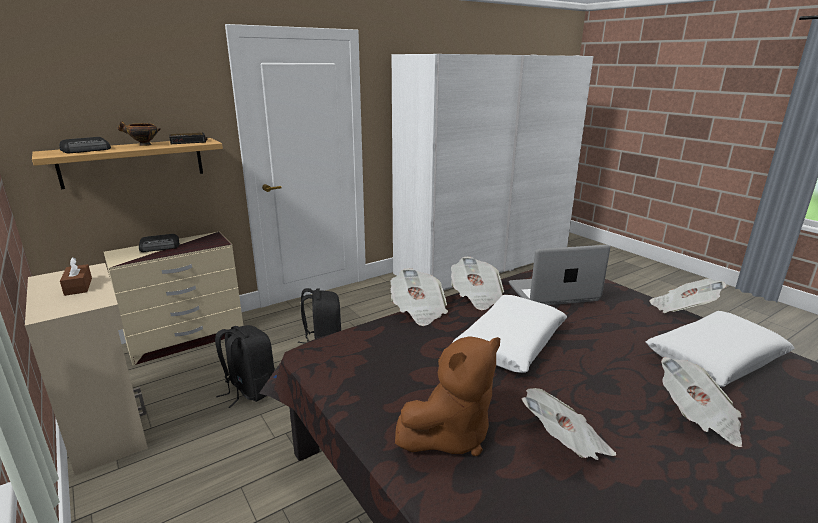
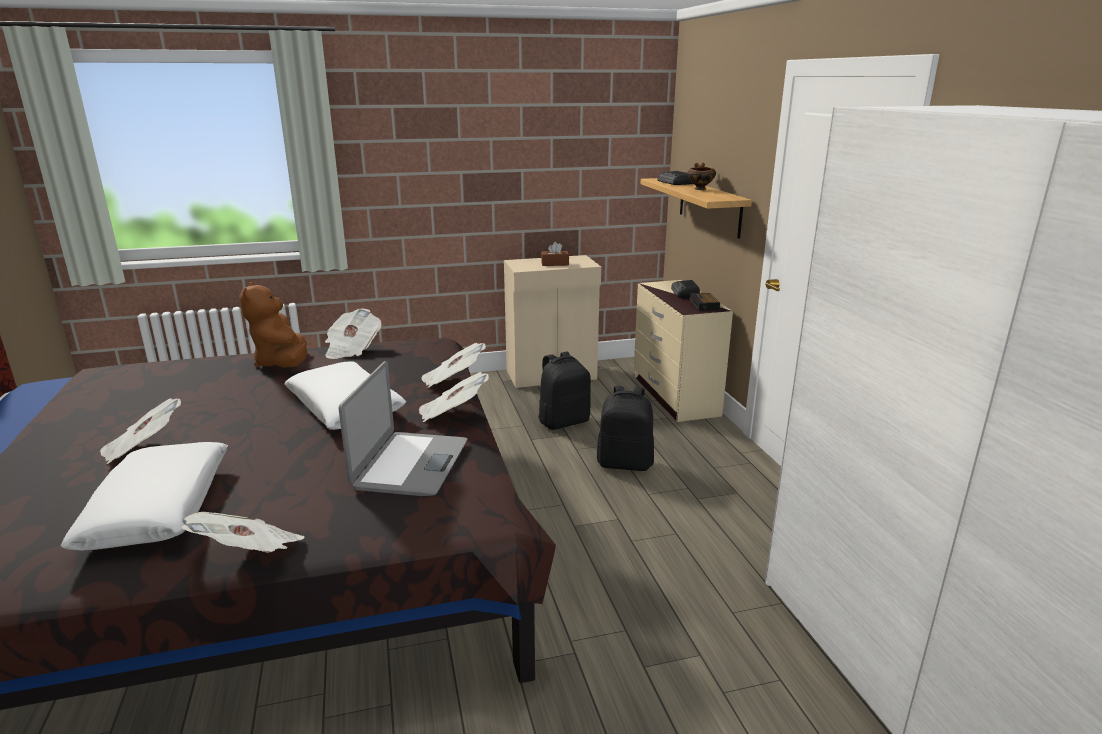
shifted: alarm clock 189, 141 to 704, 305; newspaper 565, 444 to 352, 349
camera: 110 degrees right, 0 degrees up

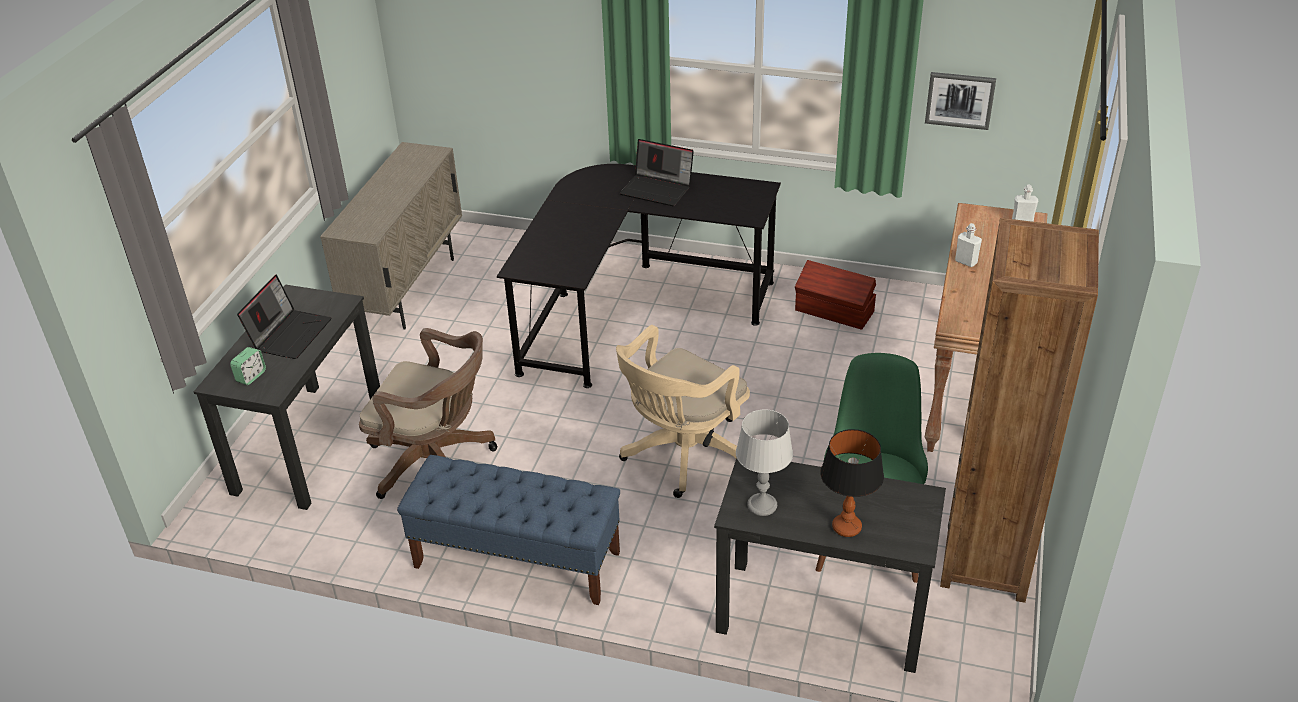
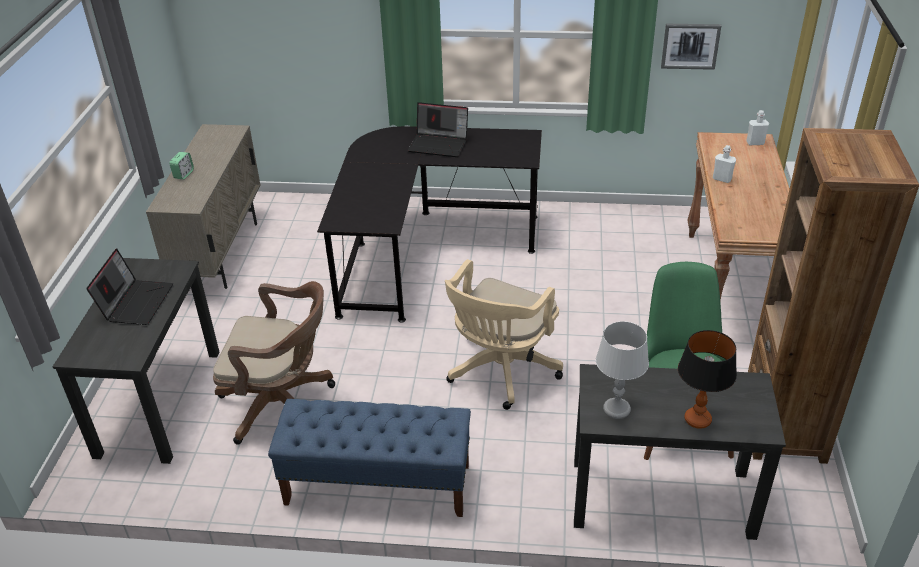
gone: brownish storage box 834, 312
shifted: alarm clock 251, 376 to 183, 174
camera: 10 degrees left, 0 degrees up

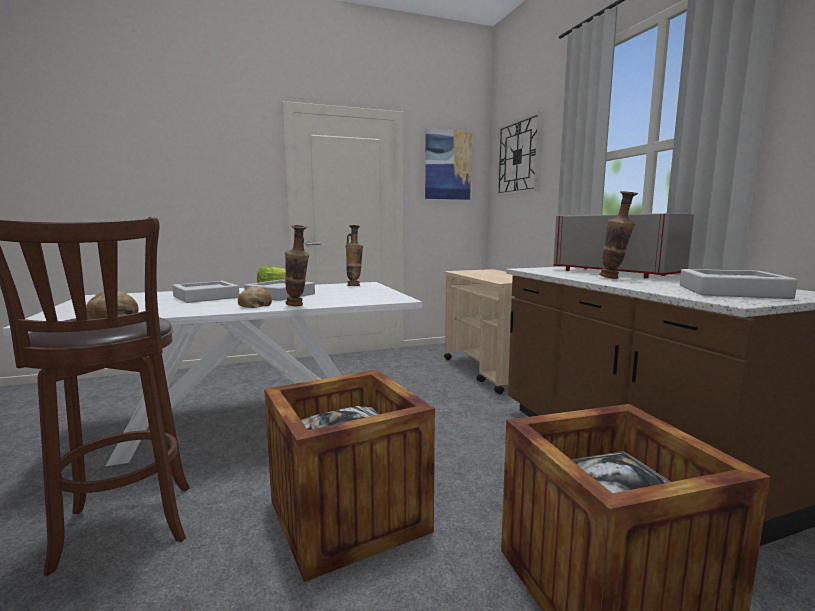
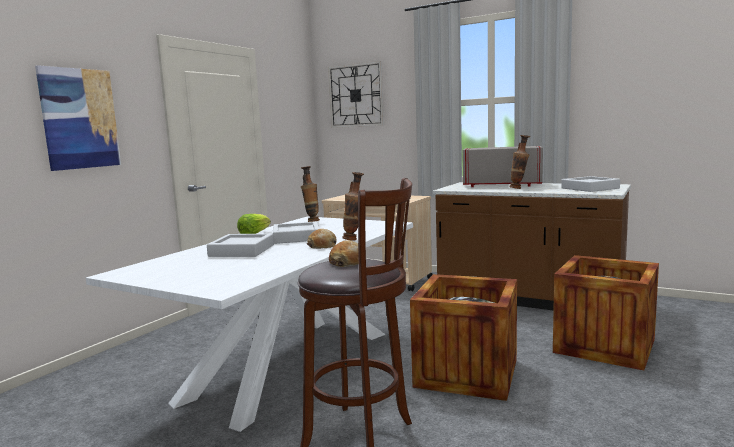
shifted: wall picture 448, 165 to 80, 118
camera: 40 degrees left, 0 degrees up

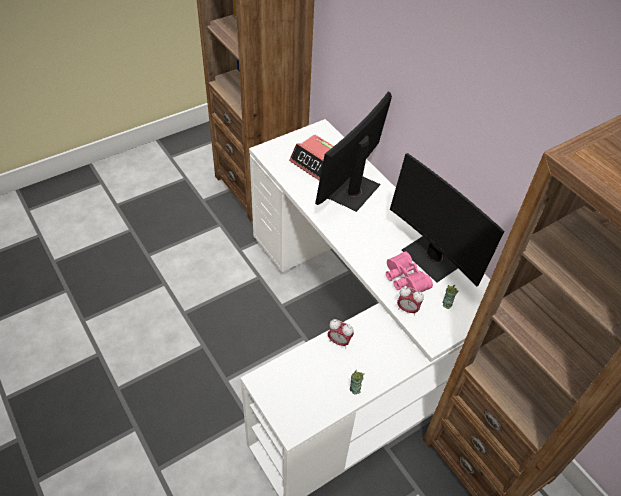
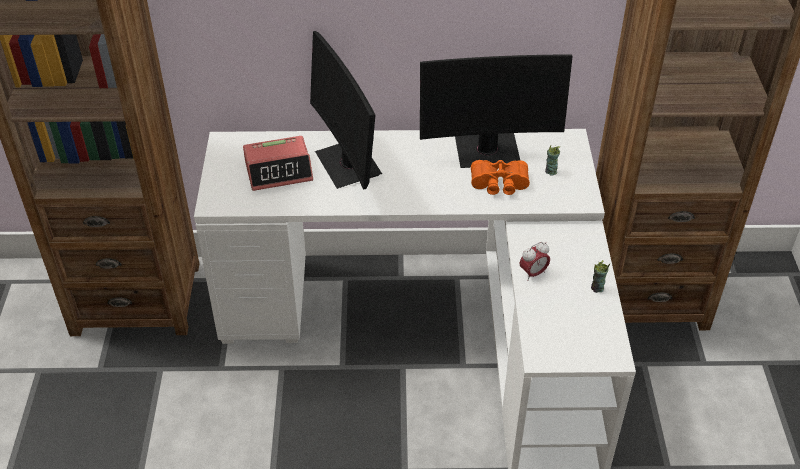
gone: alarm clock 407, 309
repainted: pink binoculars 404, 280 to orange-coloured binoculars 499, 185
camera: 55 degrees left, 5 degrees down

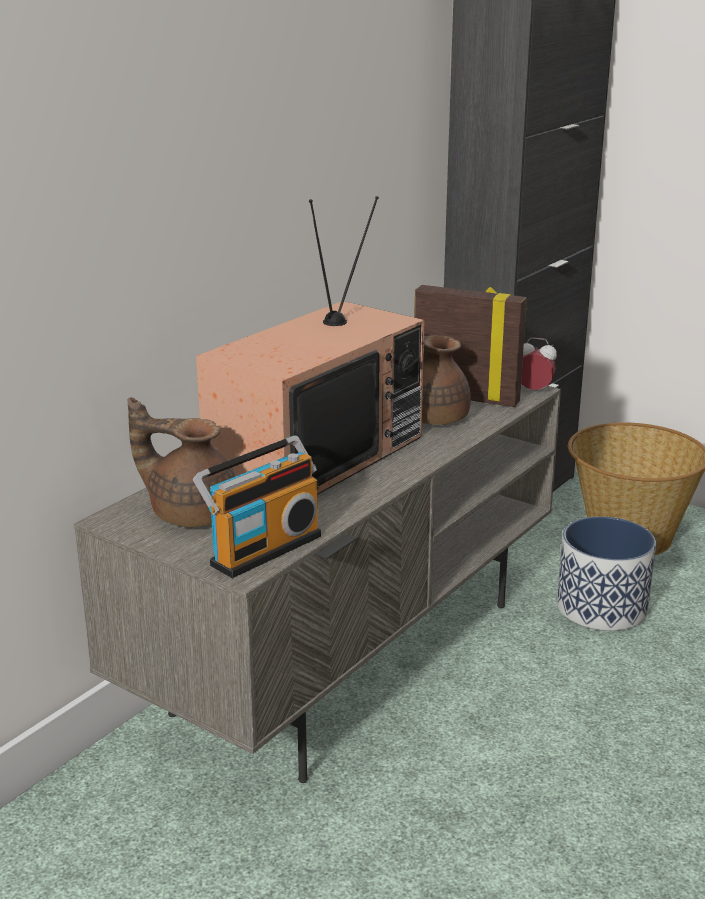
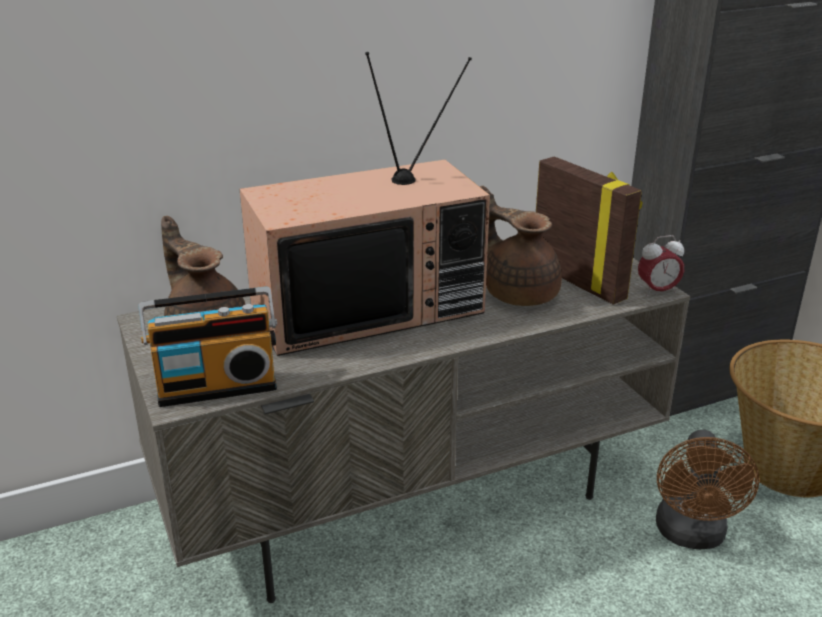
swapped: plant pot 601, 608 to brownish cooling fan 691, 535
rotated: alarm clock 534, 390 = 657, 291 120 degrees clockwise
camera: 30 degrees right, 5 degrees up

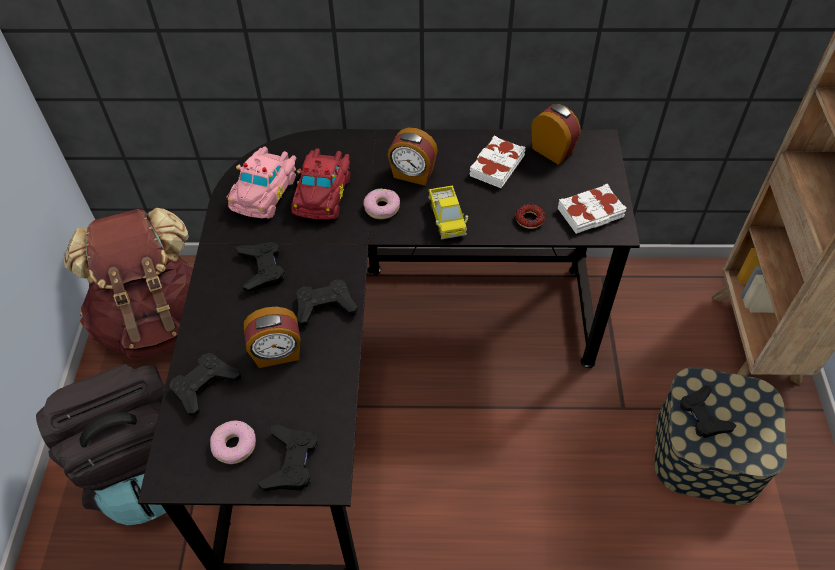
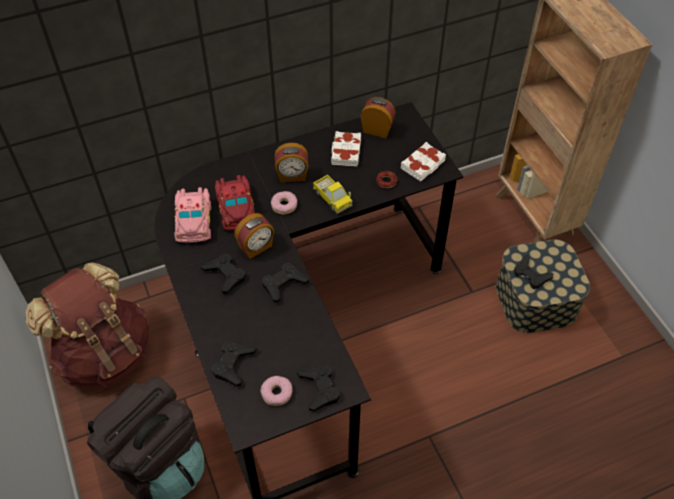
shifted: alarm clock 277, 354 to 256, 247
camera: 25 degrees left, 0 degrees up

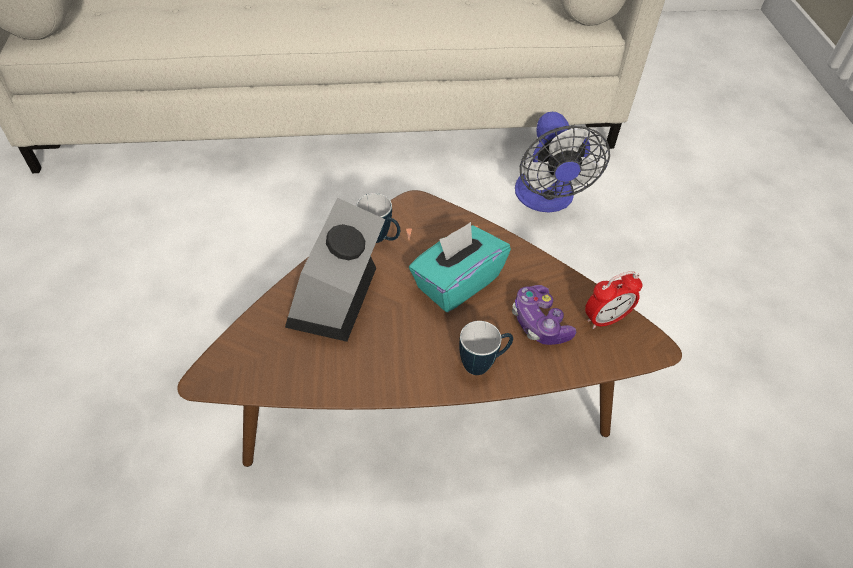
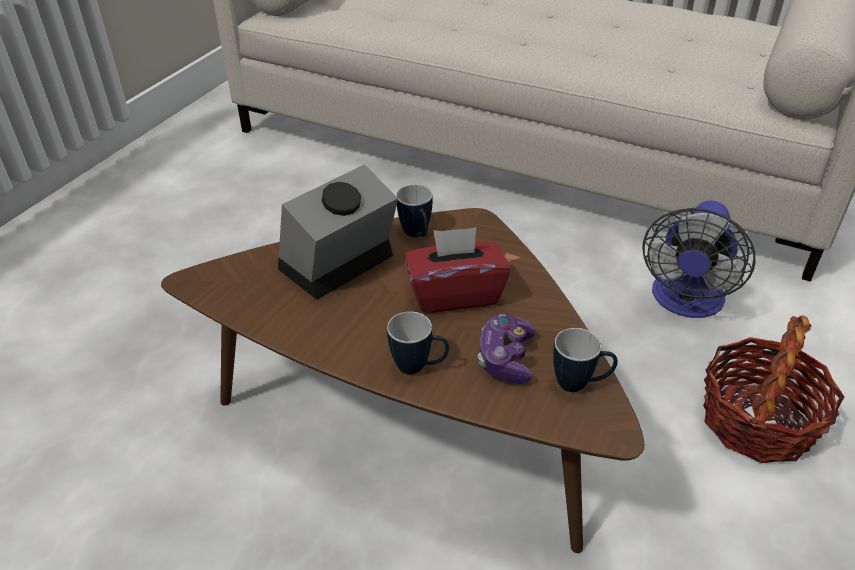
new: storage basket 757, 422
swapped: alarm clock 605, 319 to mug 580, 384
repainted: blue-green box of tissues 456, 283 to red-coloured box of tissues 455, 294
camera: 35 degrees right, 10 degrees down

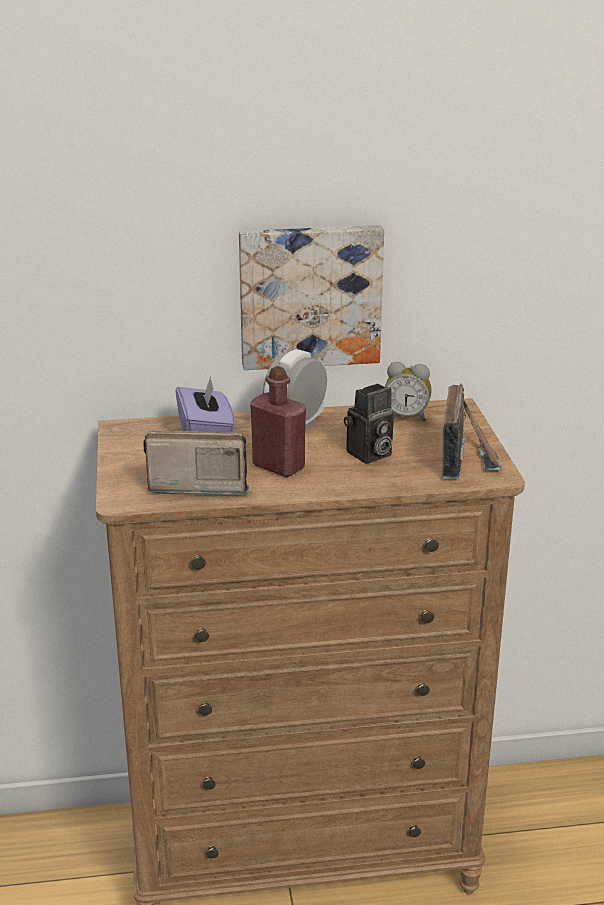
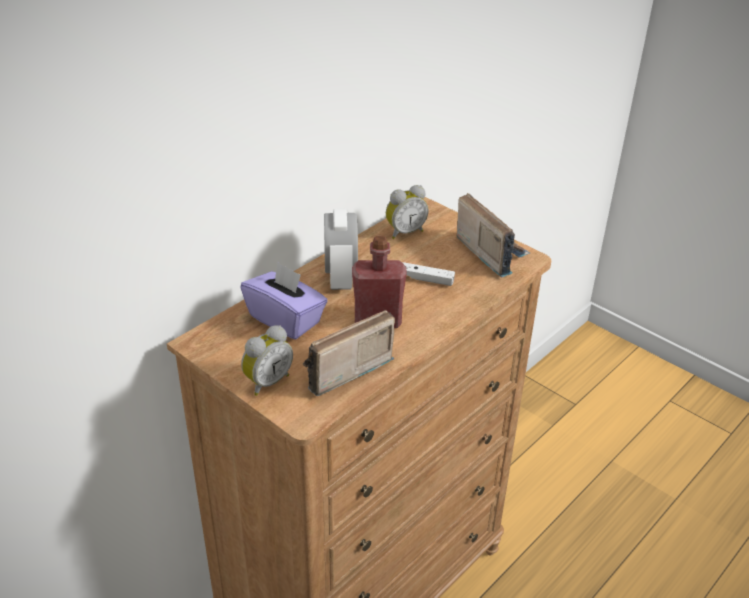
gone: wall picture 310, 295
new: alarm clock 267, 381
swapped: photo camera 369, 455 to white game controller 425, 279
camera: 40 degrees left, 10 degrees up

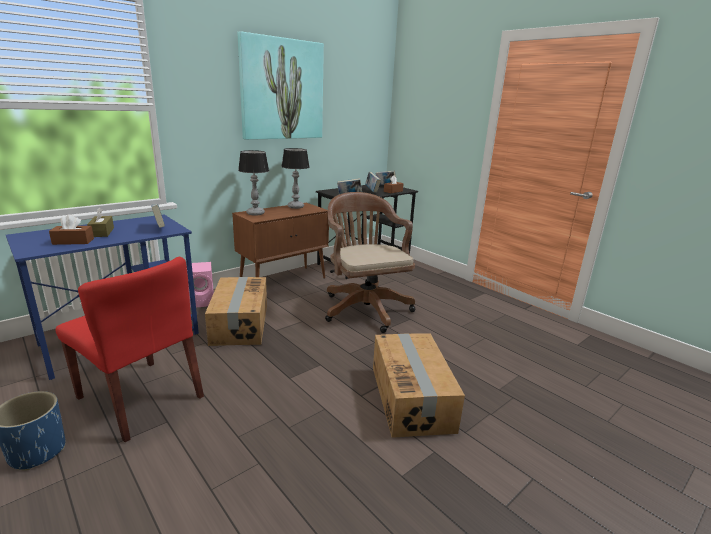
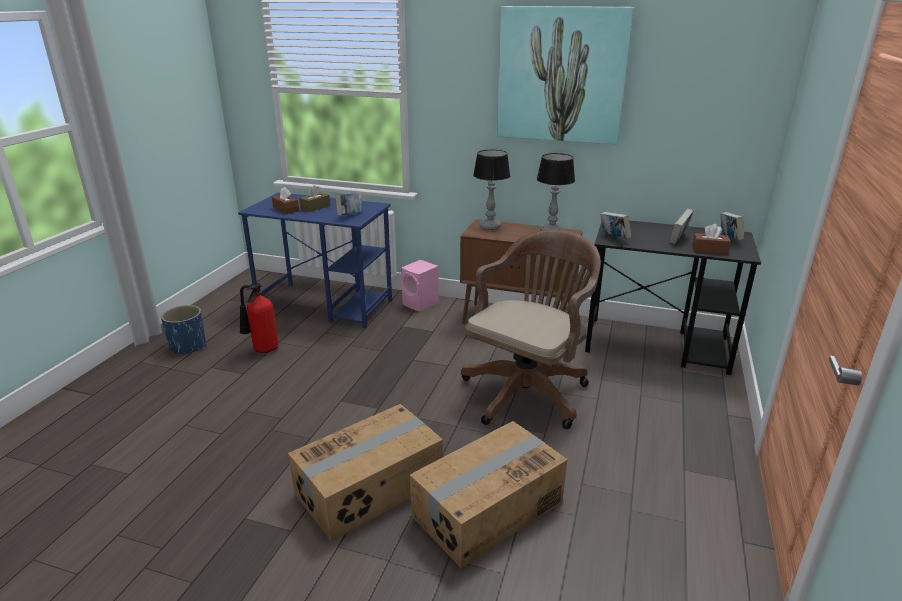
shifted: packing box 239, 323 to 487, 508
swapped: red-coloured upright chair 141, 397 to fire-fighting cylinder 262, 350
camera: 60 degrees right, 5 degrees up

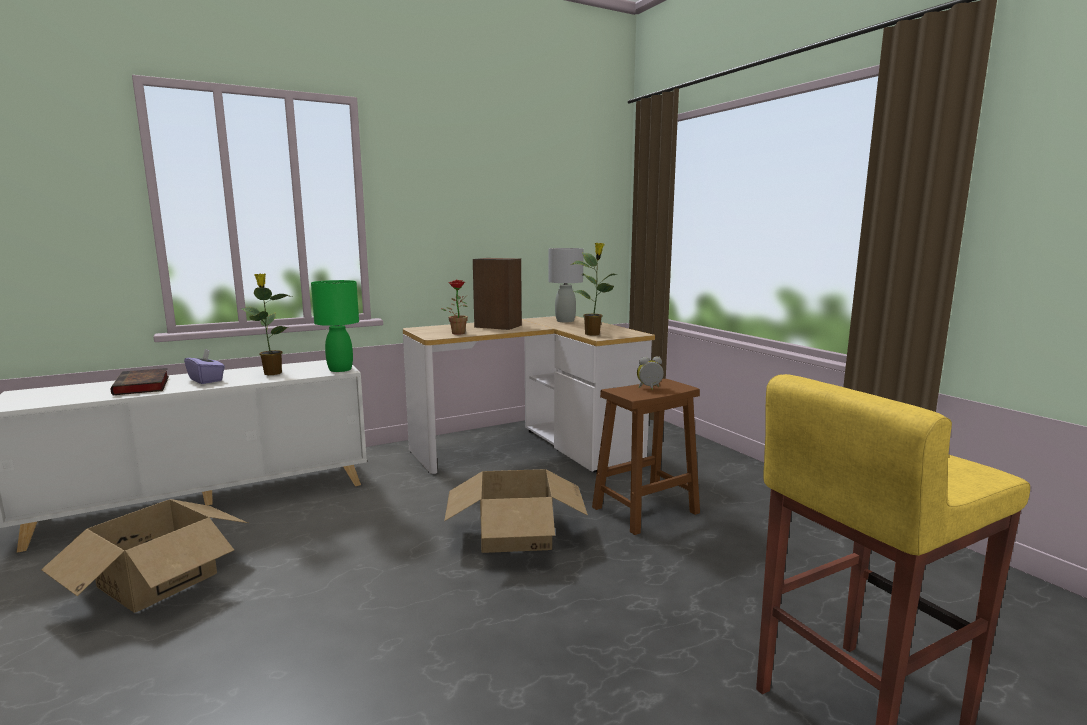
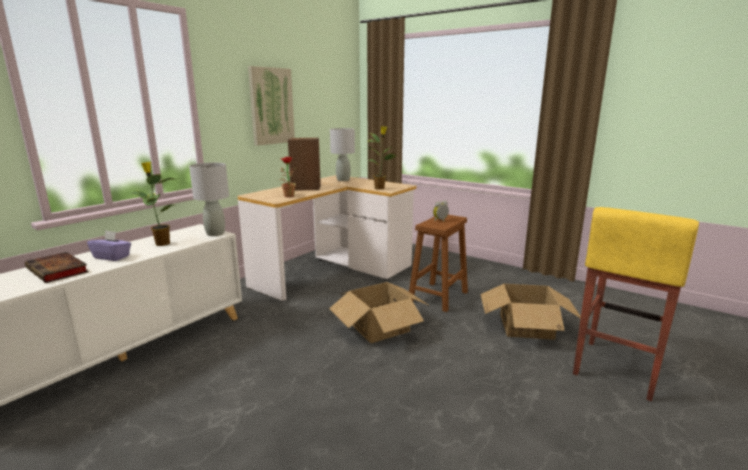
new: wall picture 271, 106
shifted: packing box 157, 580 to 526, 326
repainted: green tabletop lamp 341, 369 to grey tabletop lamp 216, 233
camera: 25 degrees left, 5 degrees up

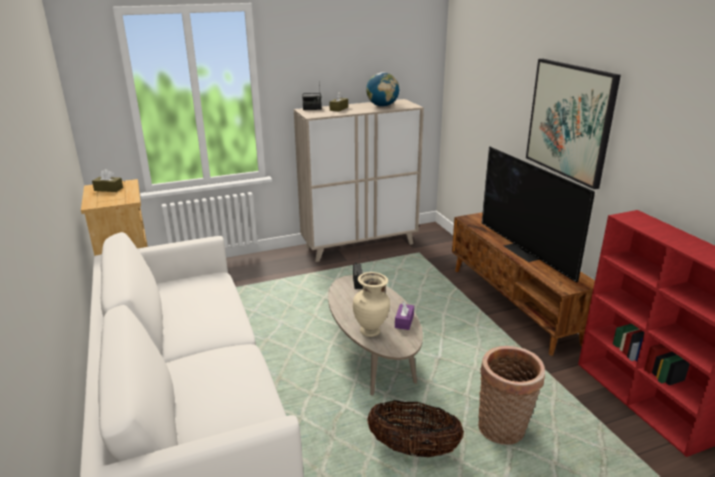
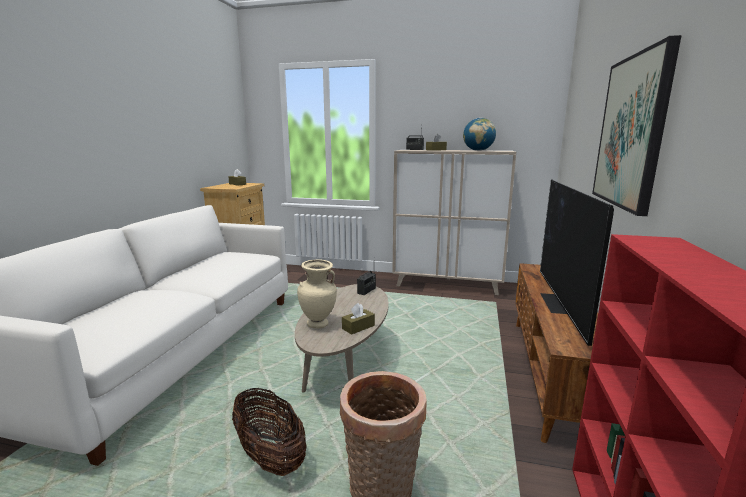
repainted: purplish box of tissues 404, 321 to brownish box of tissues 358, 327
camera: 35 degrees right, 10 degrees down

